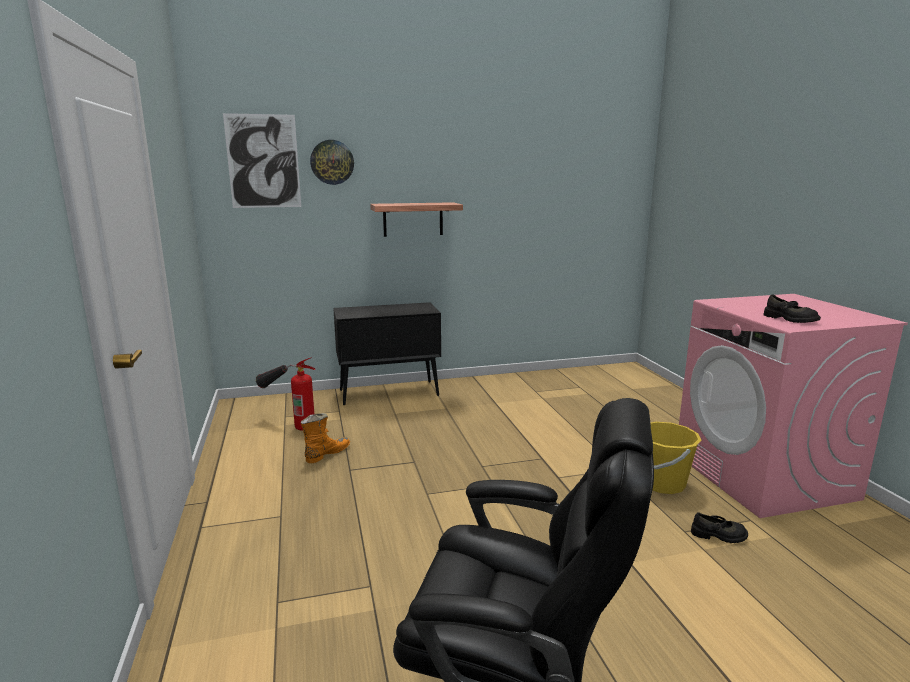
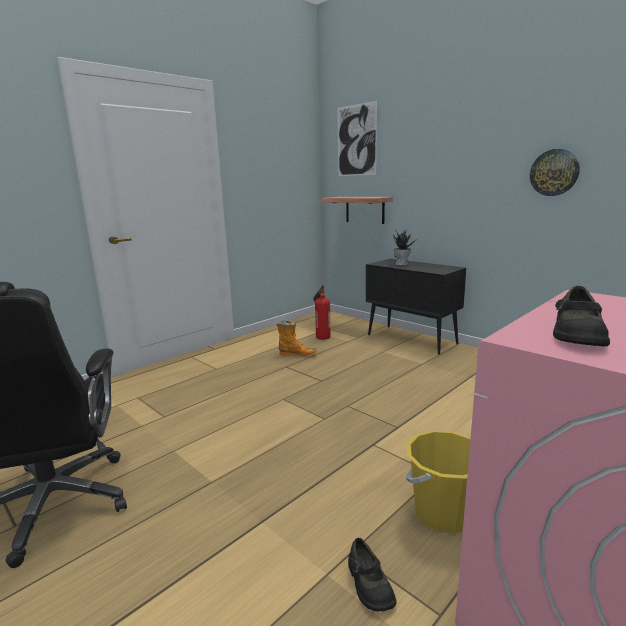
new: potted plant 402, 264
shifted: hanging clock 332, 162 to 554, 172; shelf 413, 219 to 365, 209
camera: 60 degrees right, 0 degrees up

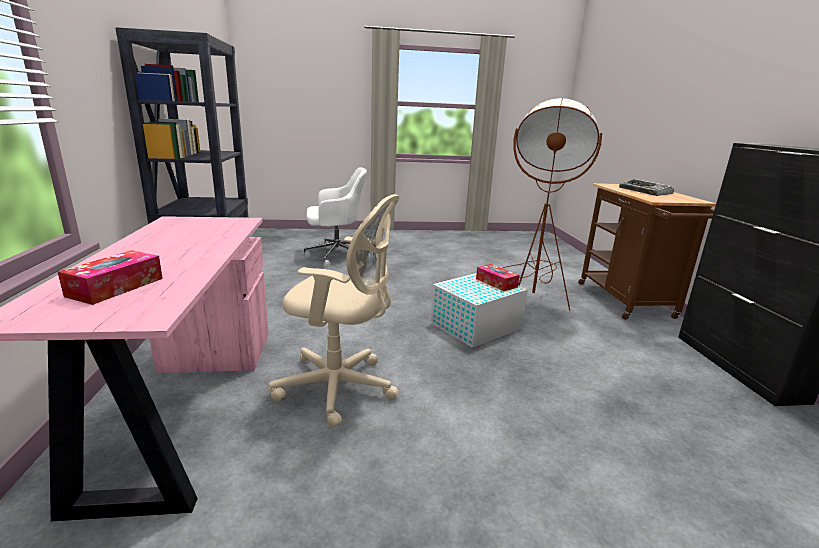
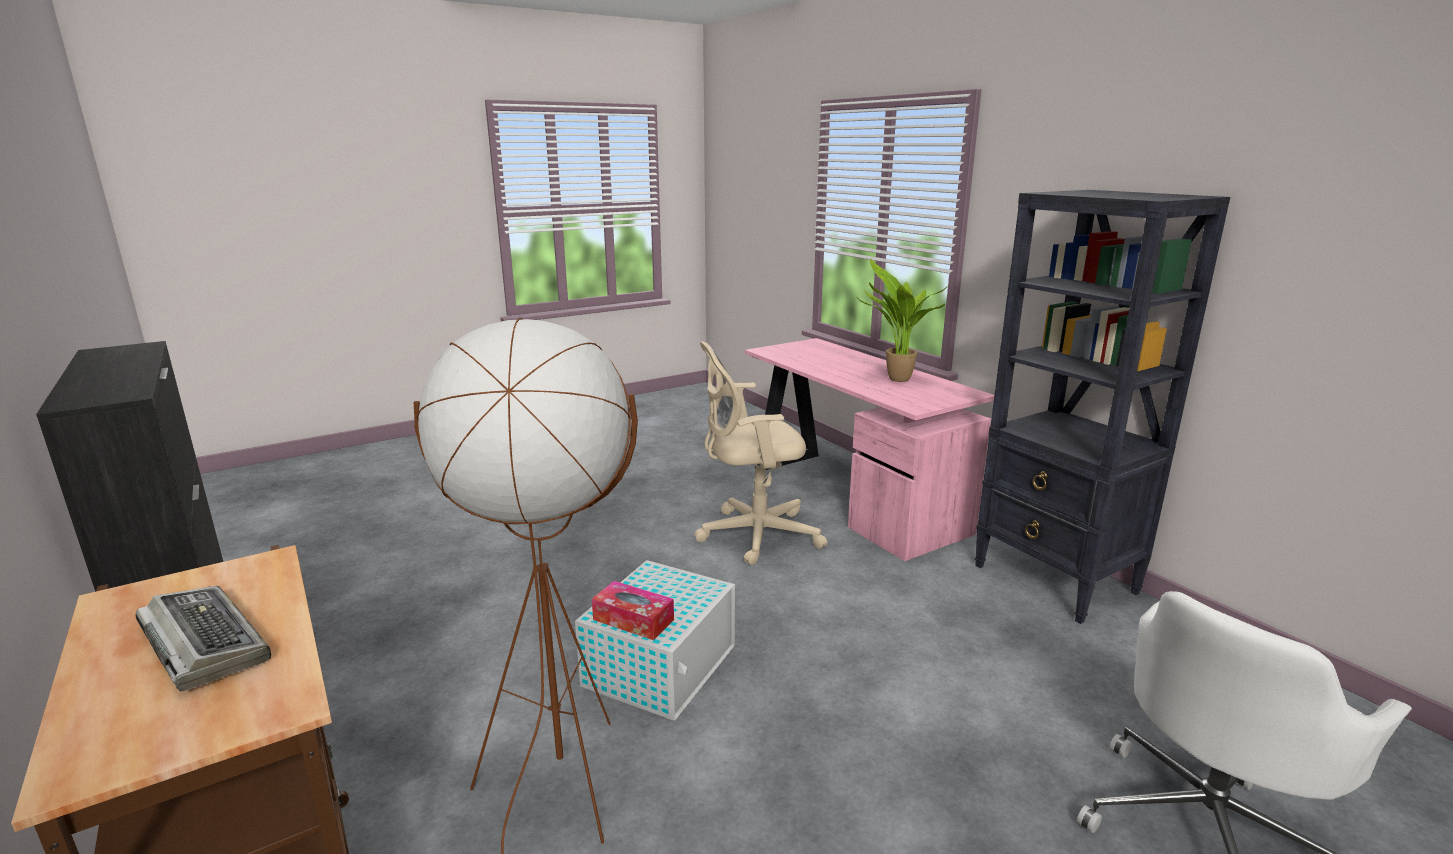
gone: box of tissues 116, 287
new: potted plant 896, 380
camera: 155 degrees right, 0 degrees up

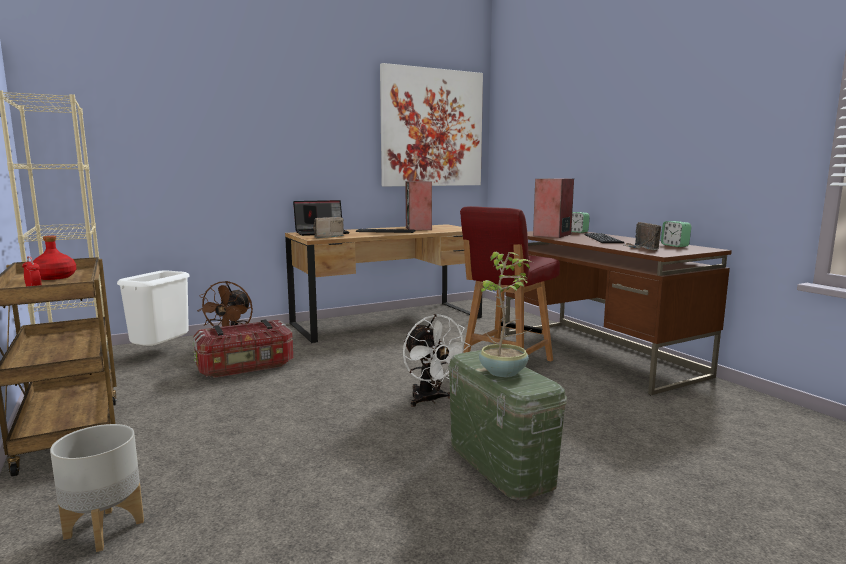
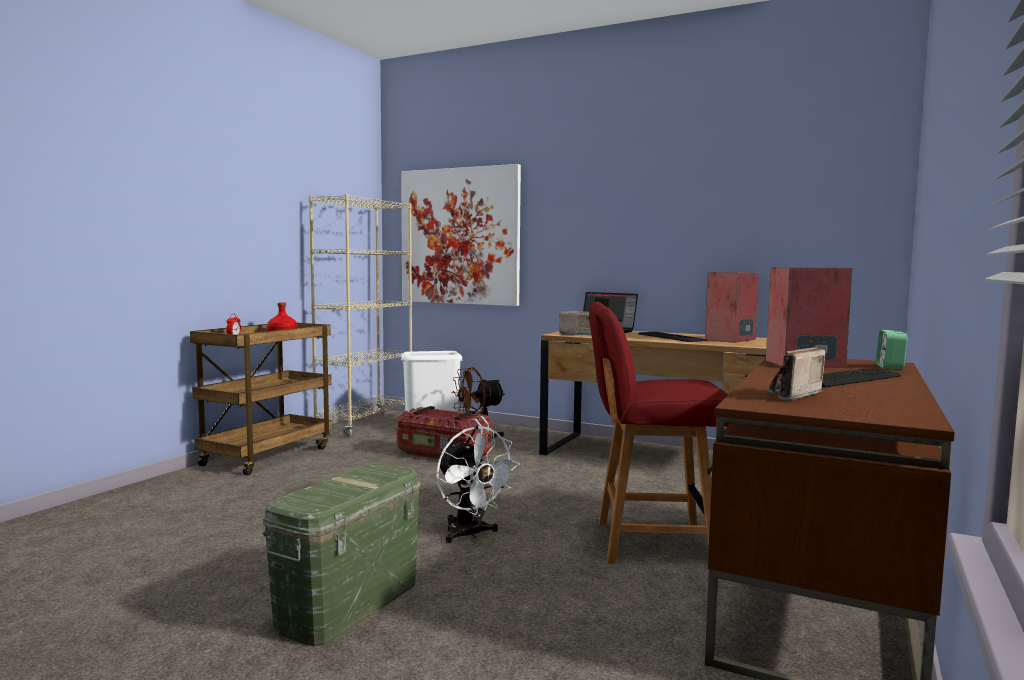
gone: grey plant pot 104, 529; potted plant 504, 372; alarm clock 674, 245
shifted: wall picture 432, 128 to 460, 236
rotated: white cooling fan 430, 400 = 470, 534 60 degrees counterclockwise
camera: 55 degrees right, 5 degrees down

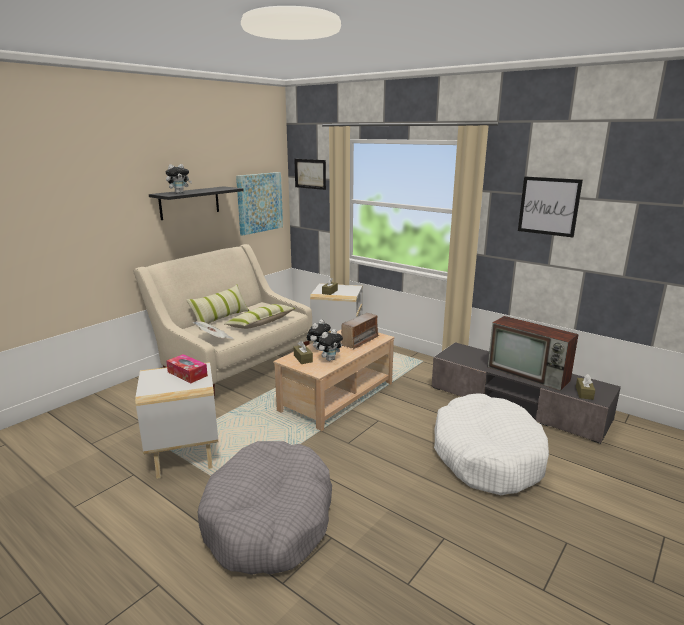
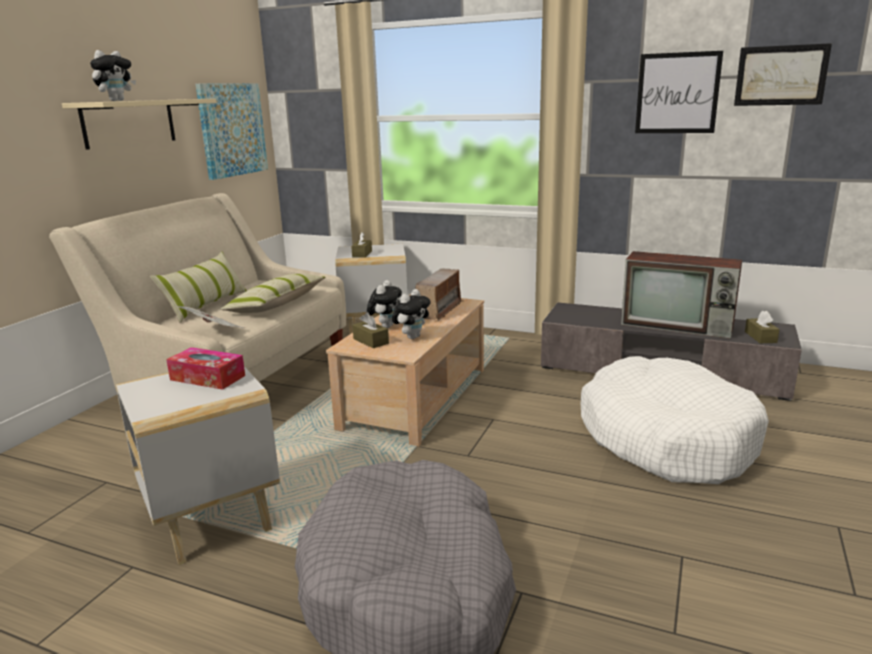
shifted: wall picture 310, 174 to 780, 75
repainted: black-coloured shelf 189, 202 to beige-coloured shelf 129, 123
camera: 15 degrees left, 0 degrees up

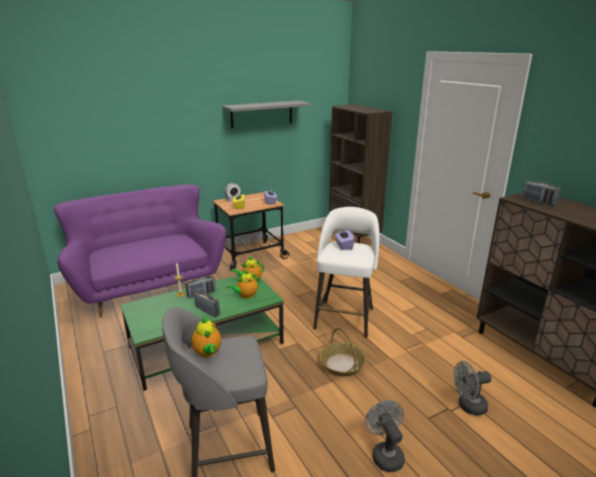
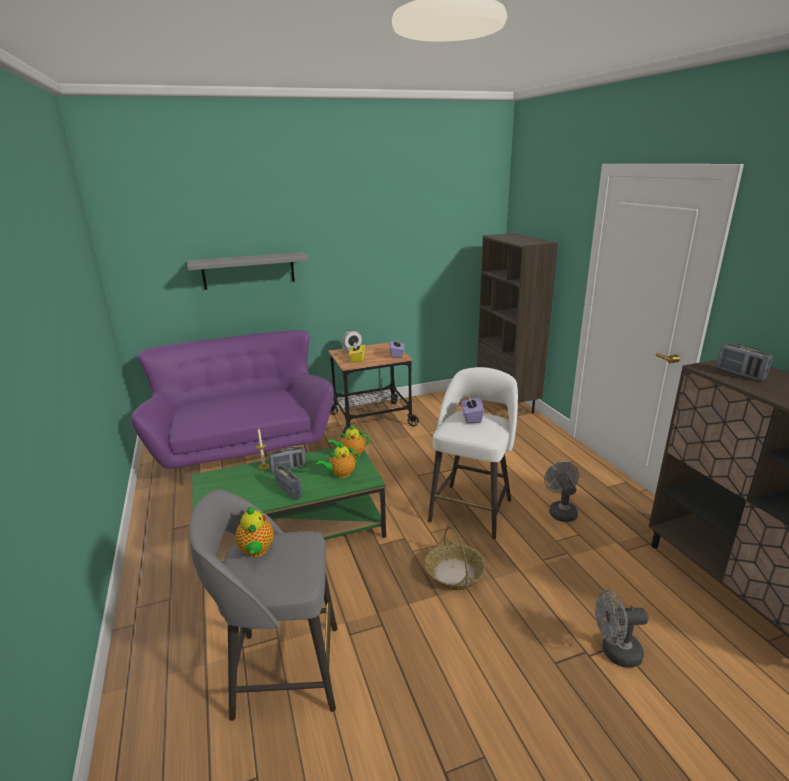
shifted: grey shelf 262, 114 to 248, 270; grey cooling fan 385, 454 to 560, 511
camera: 10 degrees right, 0 degrees up

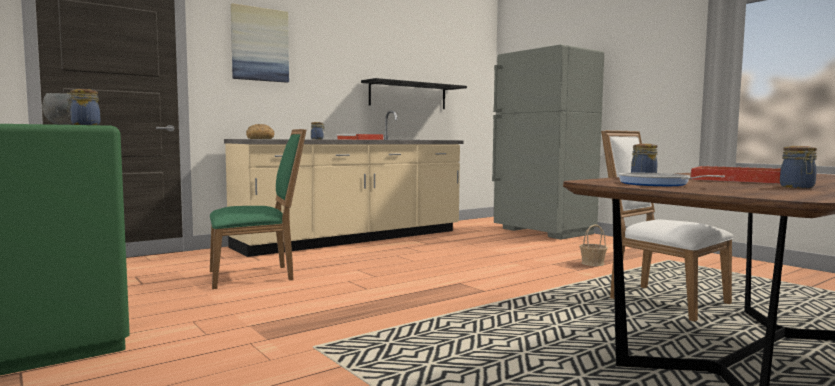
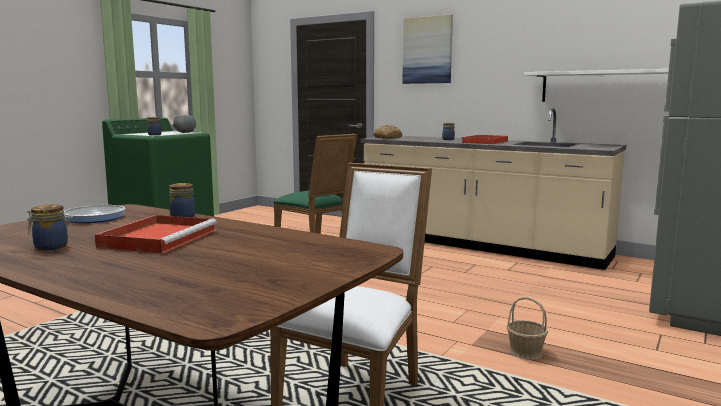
repainted: black-coloured shelf 408, 95 to white shelf 604, 86
camera: 70 degrees right, 5 degrees up

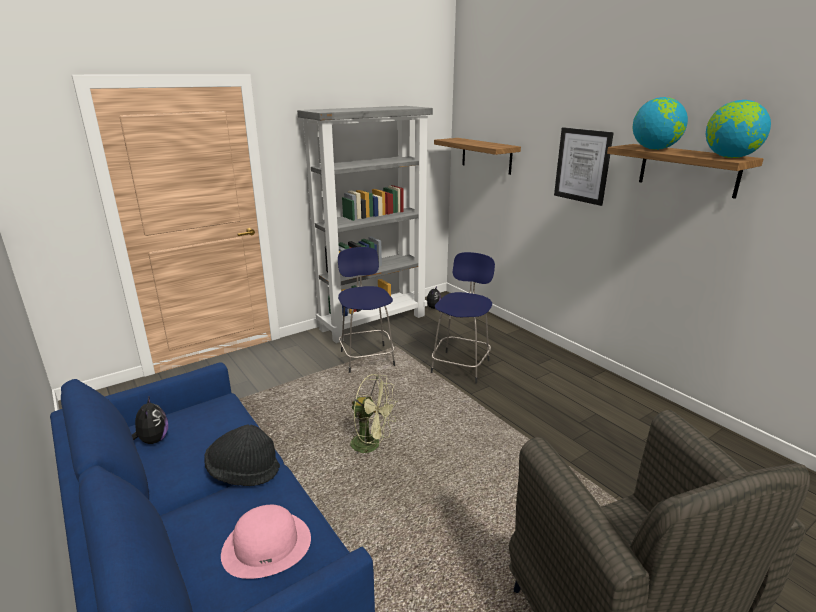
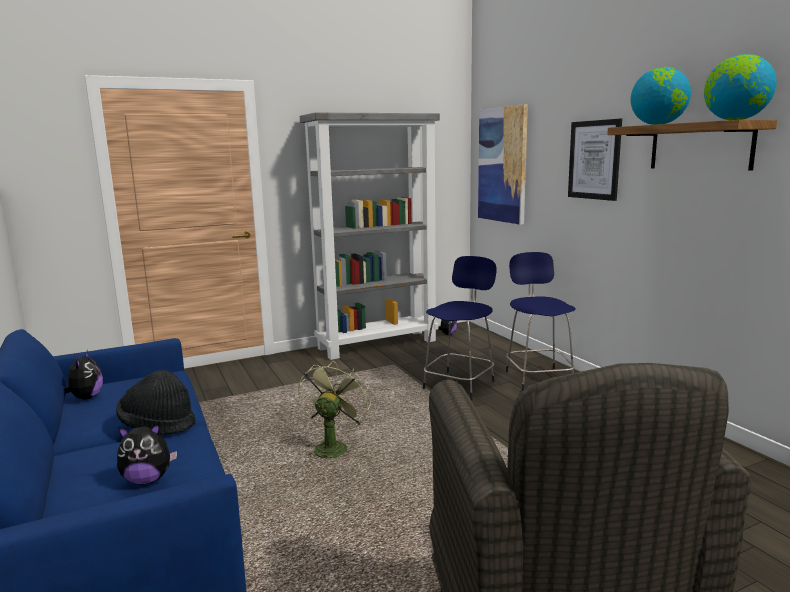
shifted: blue-coloured stool 367, 357 to 538, 378
swapped: pink wearable hat 267, 545 to soft toy 148, 480; shelf 486, 155 to wall picture 502, 165
rotated: green cooling fan 372, 445 = 332, 447 105 degrees counterclockwise
camera: 10 degrees right, 10 degrees down

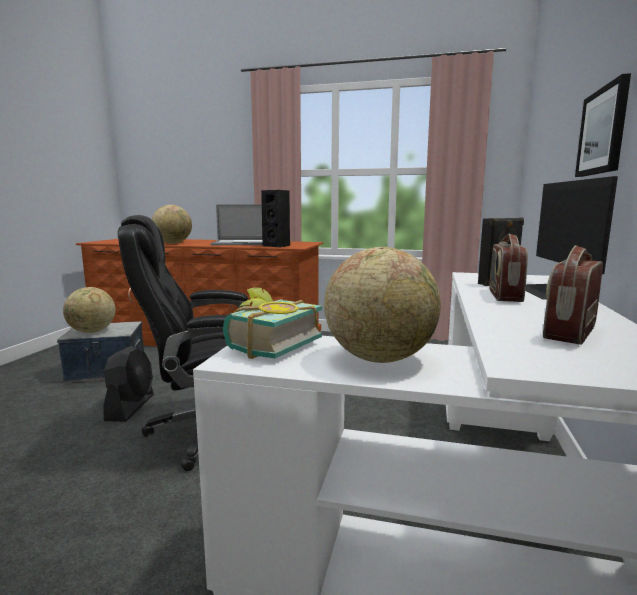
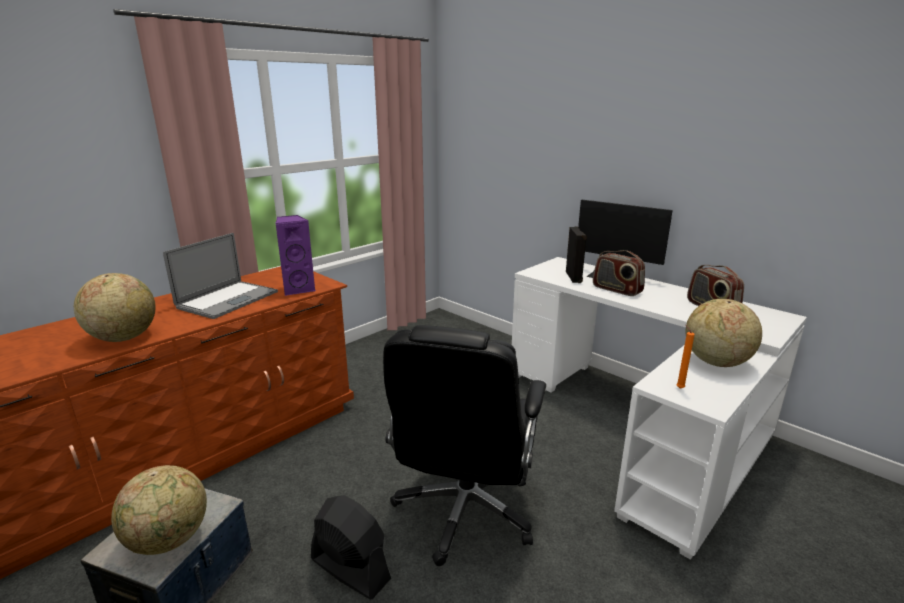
gone: wall picture 603, 131
swapped: volume 267, 345 to orange-coloured wax light 679, 388
repainted: black-coloured loudspeaker 277, 246 to purplish loudspeaker 298, 289
camera: 60 degrees left, 10 degrees up

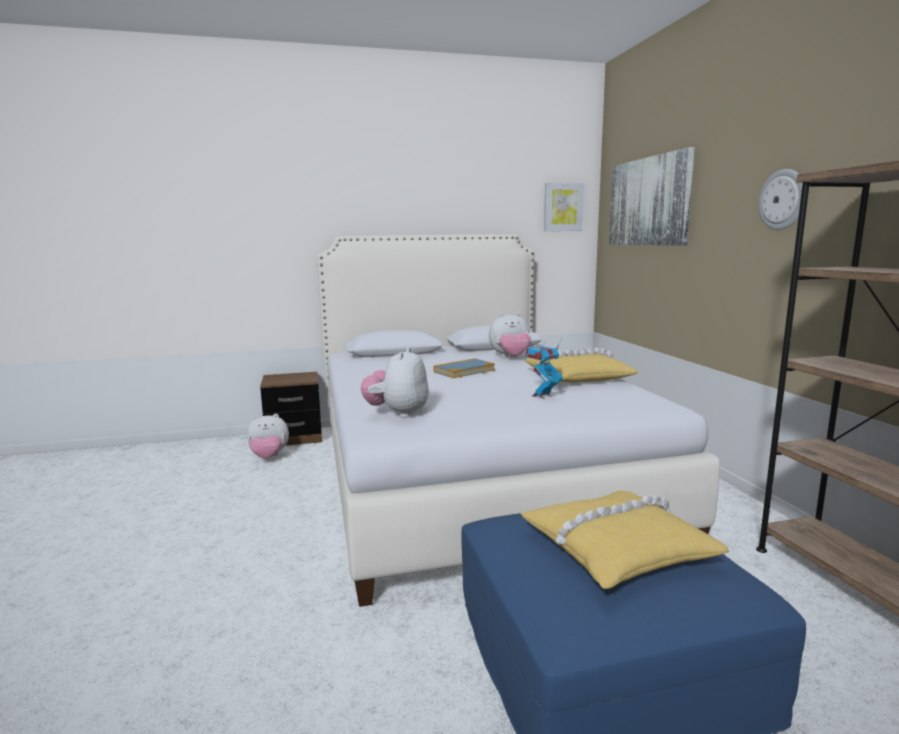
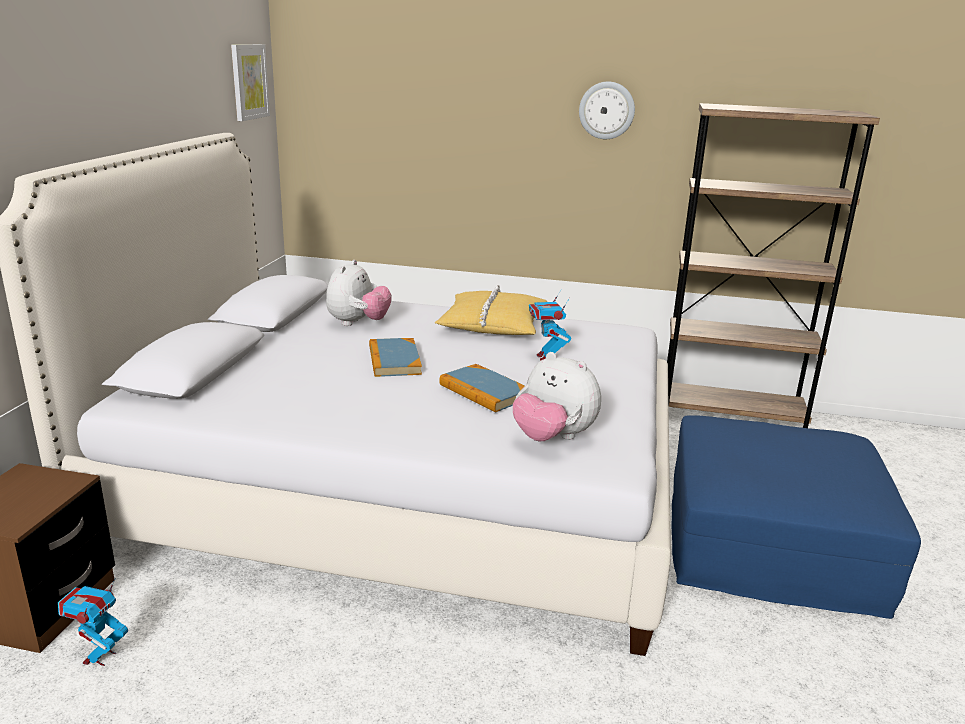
gone: yellowish throw pillow 616, 549; wall picture 648, 202
new: volume 484, 391
swapped: soft toy 269, 457 to model robot 100, 657
camera: 65 degrees left, 10 degrees up

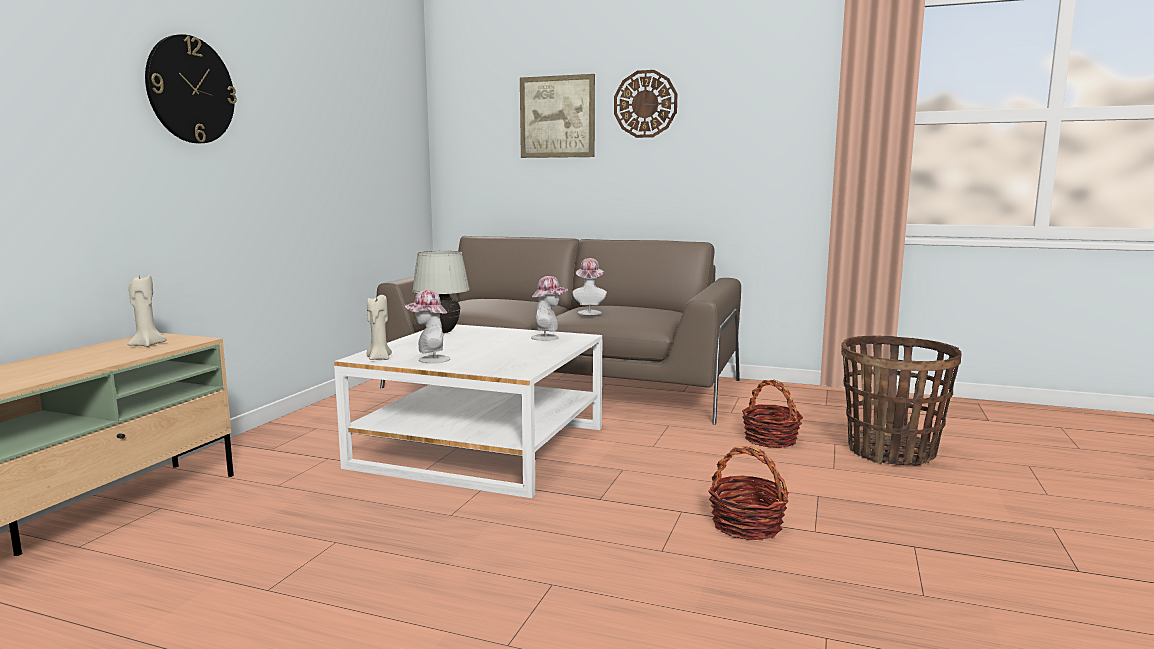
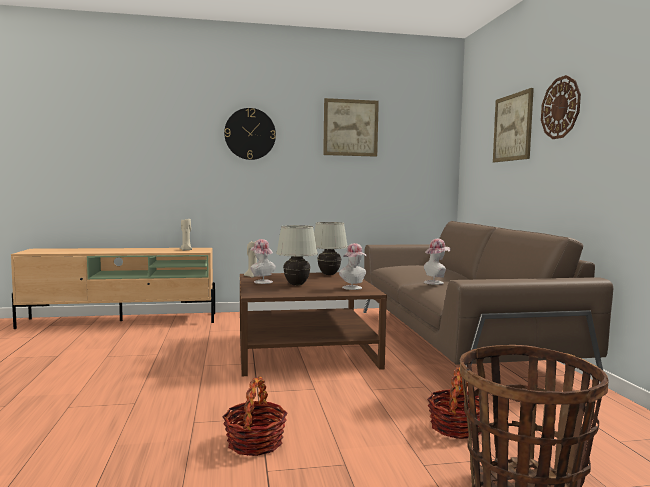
new: white tabletop lamp 296, 285; wall picture 350, 128
repainted: white lounge table 481, 446 to brownish lounge table 305, 350
camera: 60 degrees right, 5 degrees down

